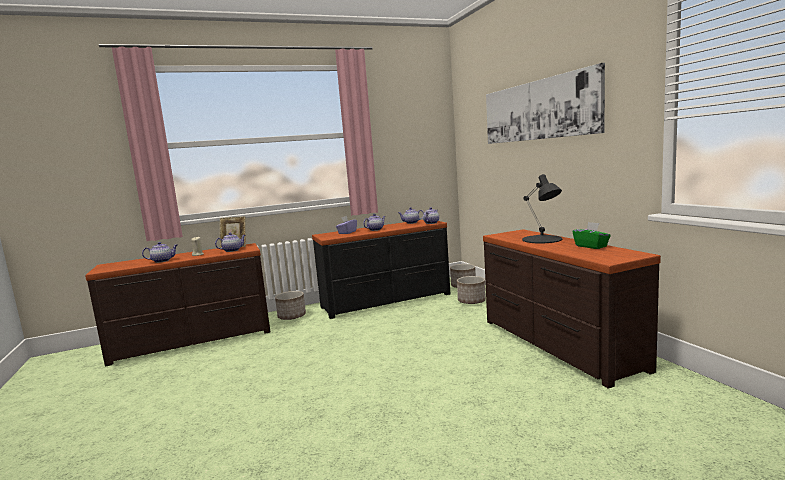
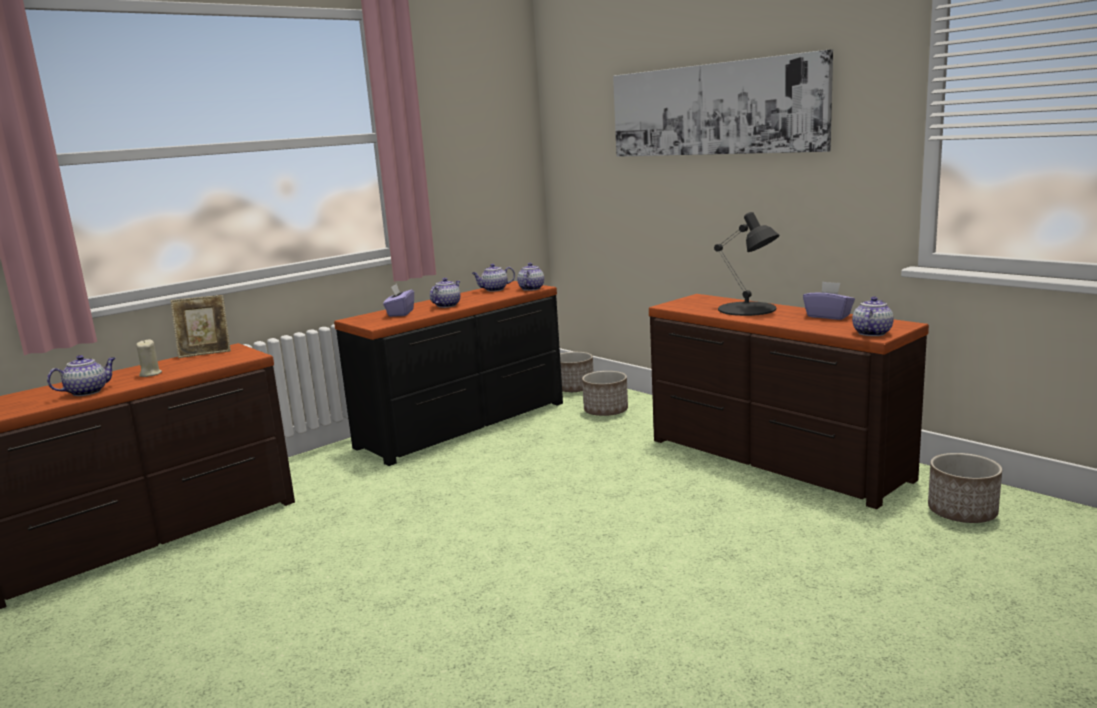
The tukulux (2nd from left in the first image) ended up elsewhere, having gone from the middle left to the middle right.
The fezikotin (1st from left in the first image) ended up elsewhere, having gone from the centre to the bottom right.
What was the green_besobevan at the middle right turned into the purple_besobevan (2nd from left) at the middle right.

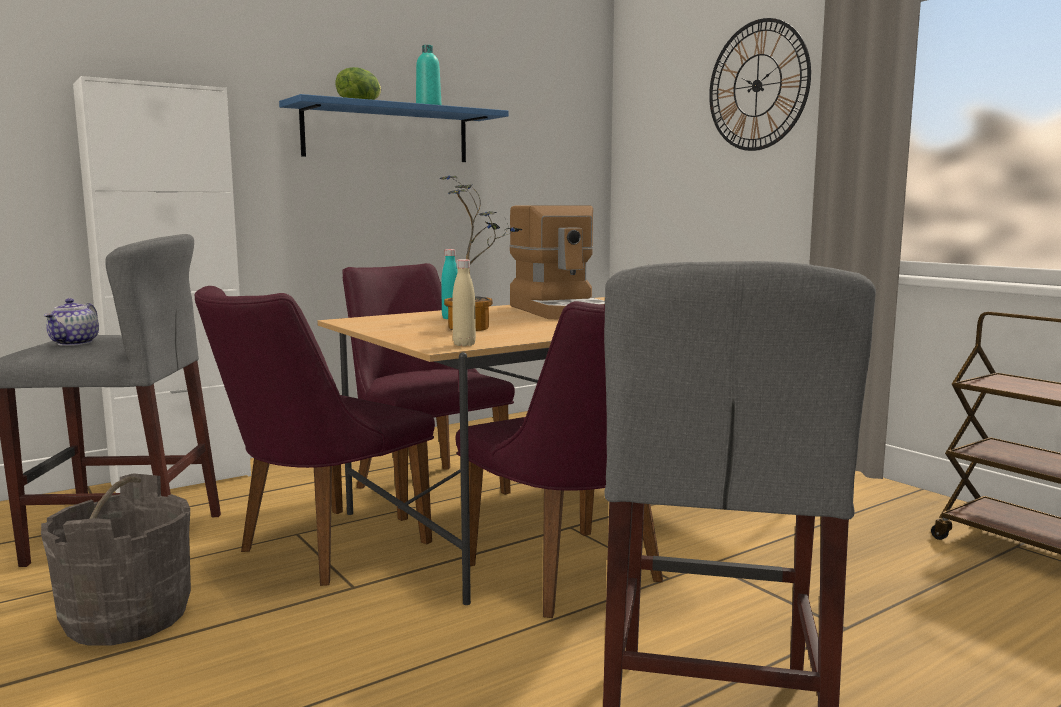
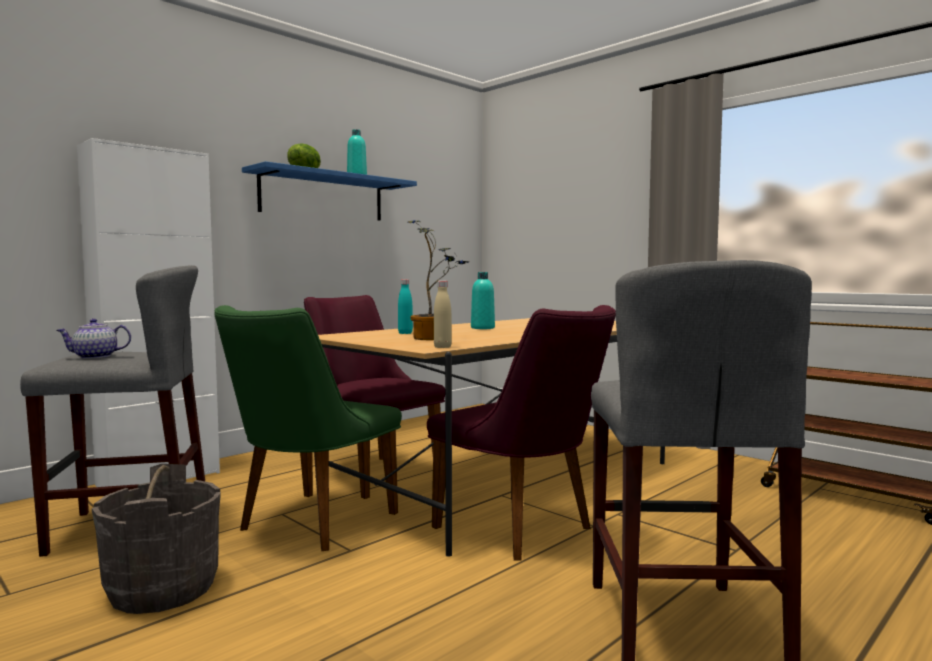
The second view lost the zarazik at the top right.
Where the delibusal stood at the centre, the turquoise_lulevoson (3rd from left) came to stand at the centre.
What was the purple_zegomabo (1st from left) at the middle left turned into the green_zegomabo at the middle left.
The tukulux at the middle left ended up facing another way, 75 degrees clockwise from before.

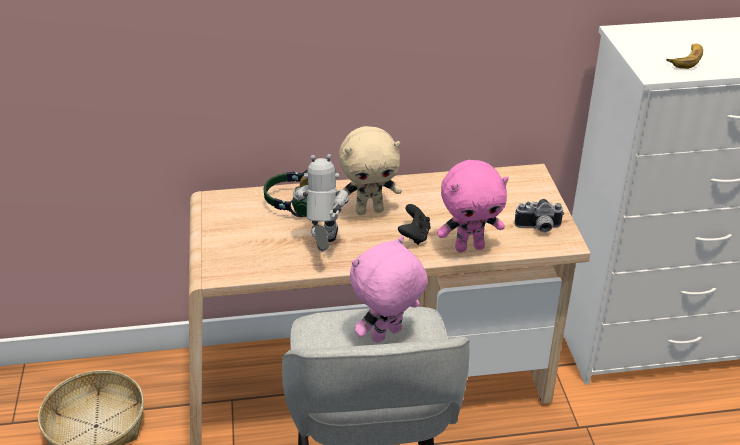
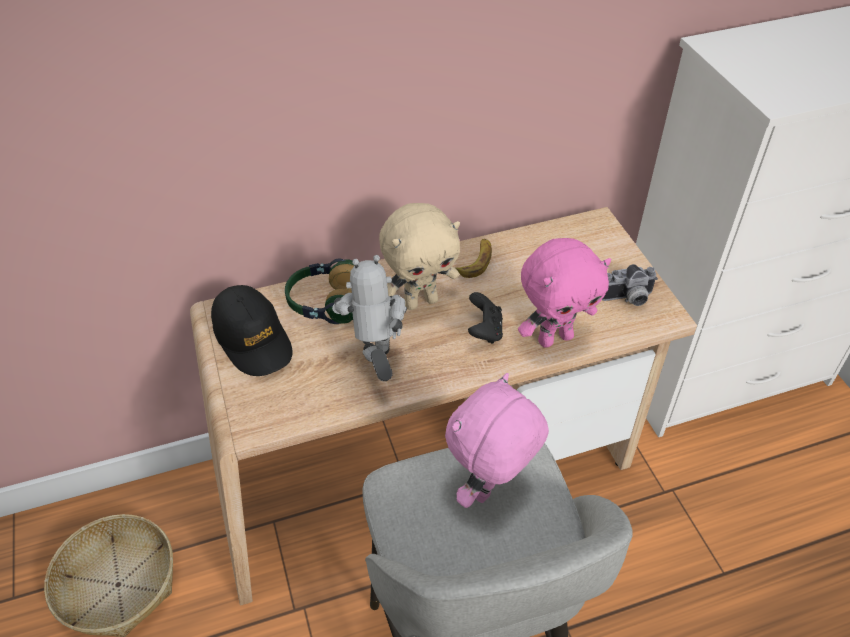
The second view gained the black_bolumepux at the middle left.
The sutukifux ended up elsewhere, having gone from the top right to the centre.

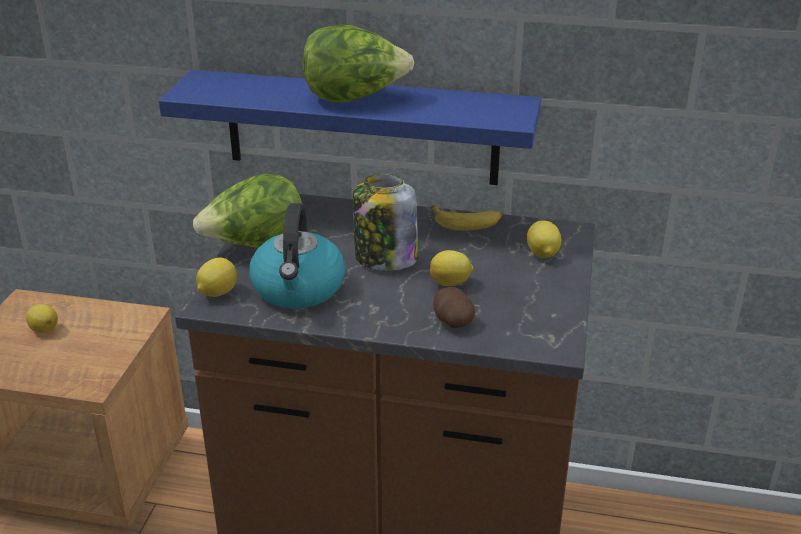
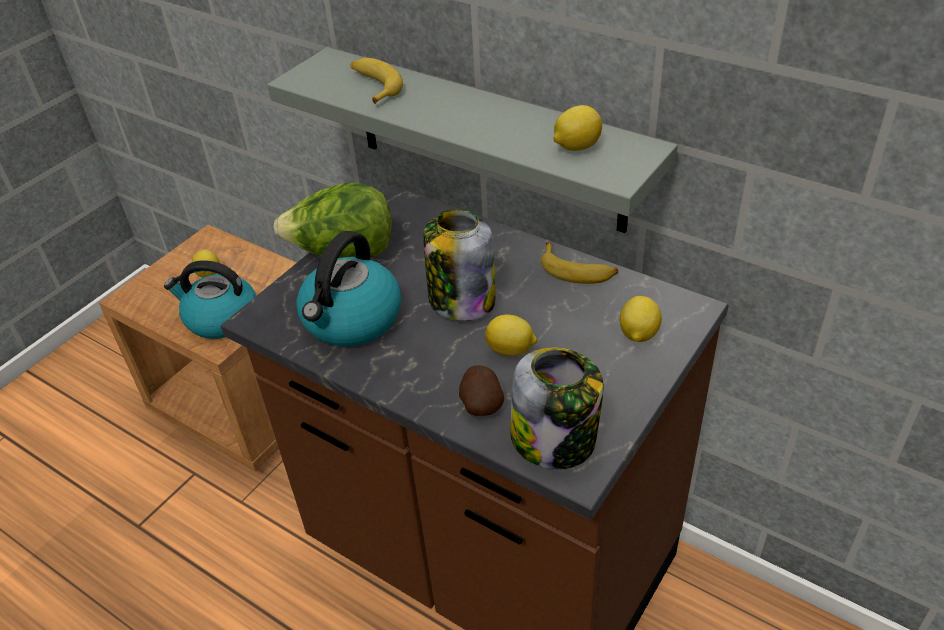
The second view lost the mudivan (2nd from left) at the top centre.
The second view gained the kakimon (1st from left) at the middle left.
The second view gained the sutukifux (1st from left) at the top centre.
The second view gained the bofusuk (2nd from left) at the centre.
The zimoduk (2nd from left in the first image) ended up elsewhere, having gone from the middle left to the top centre.
What was the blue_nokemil at the top centre turned into the grey_nokemil at the top centre.

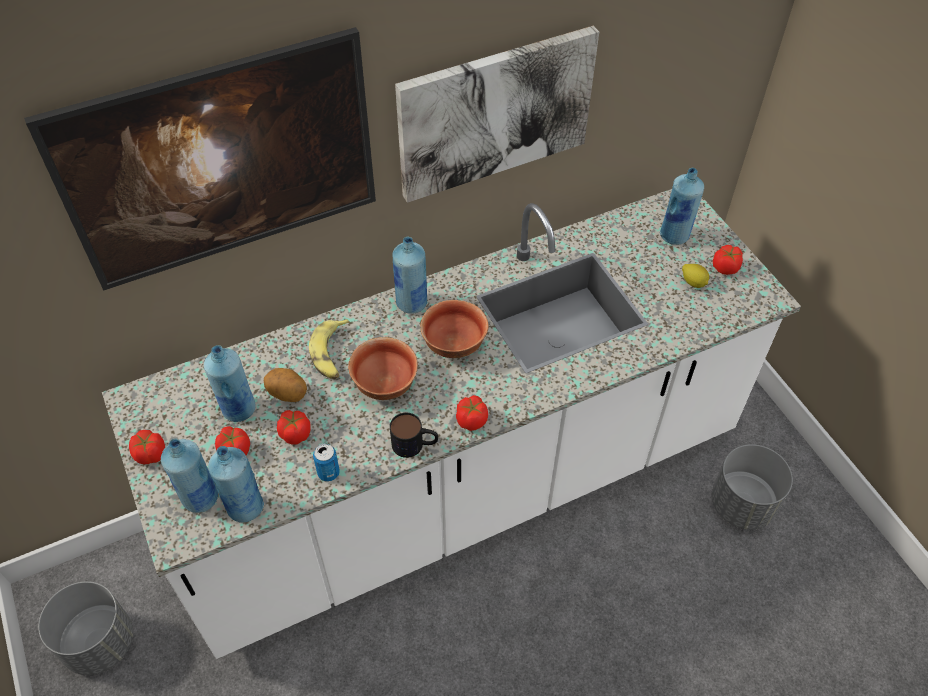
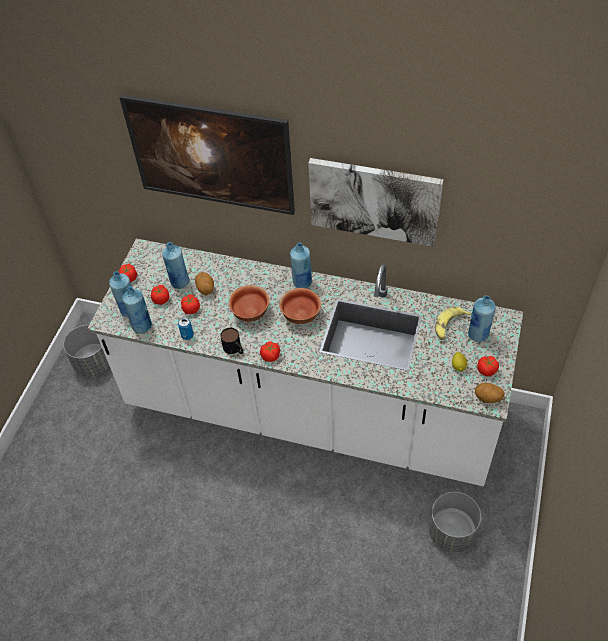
The second view gained the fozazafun (2nd from left) at the middle right.
The sutukifux ended up elsewhere, having gone from the centre to the middle right.

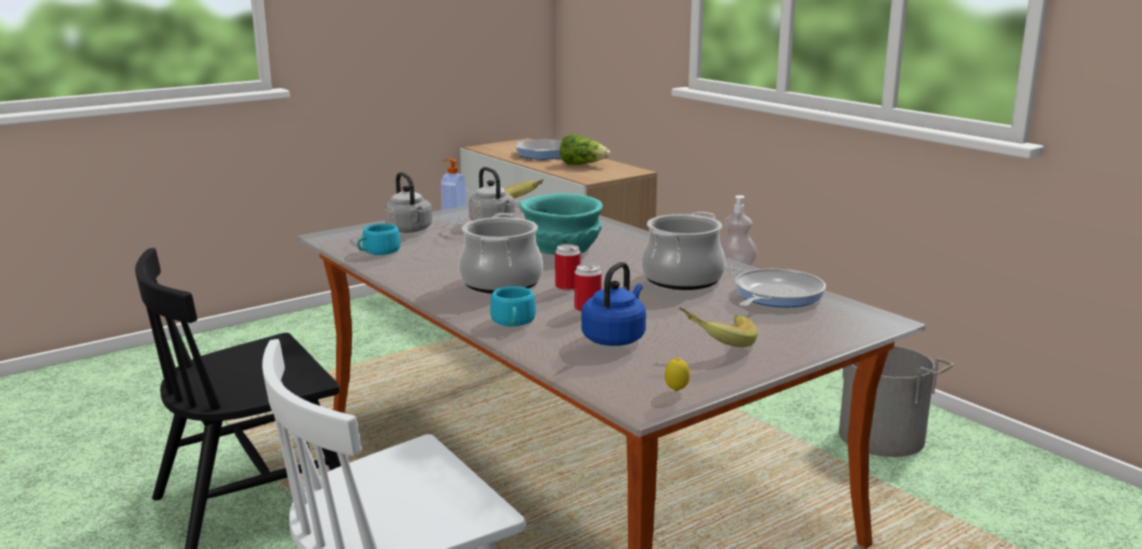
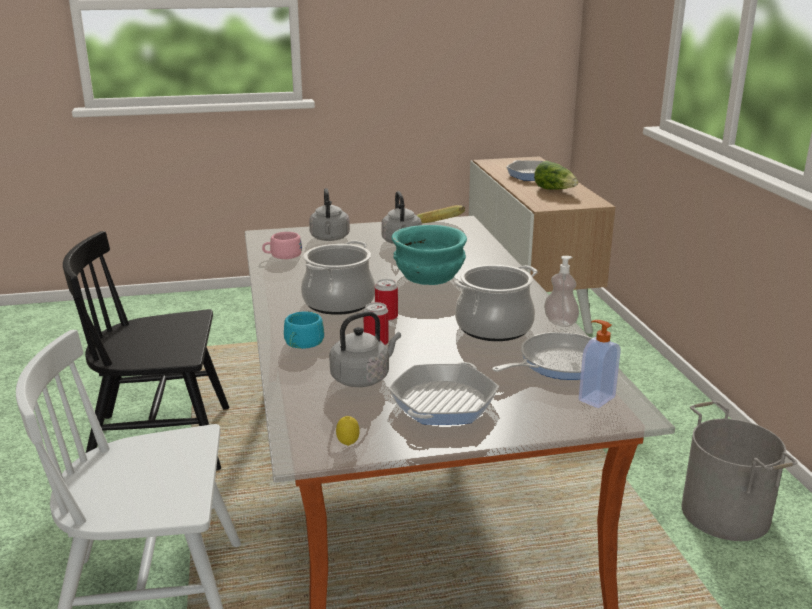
The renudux (1st from left in the first image) ended up elsewhere, having gone from the centre to the middle right.
Where the sutukifux (2nd from left) stood at the centre, the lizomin (1st from left) came to stand at the centre.
What was the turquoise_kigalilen (1st from left) at the middle left turned into the pink_kigalilen at the centre.
What was the blue_kakimon at the centre turned into the grey_kakimon (2nd from left) at the centre.

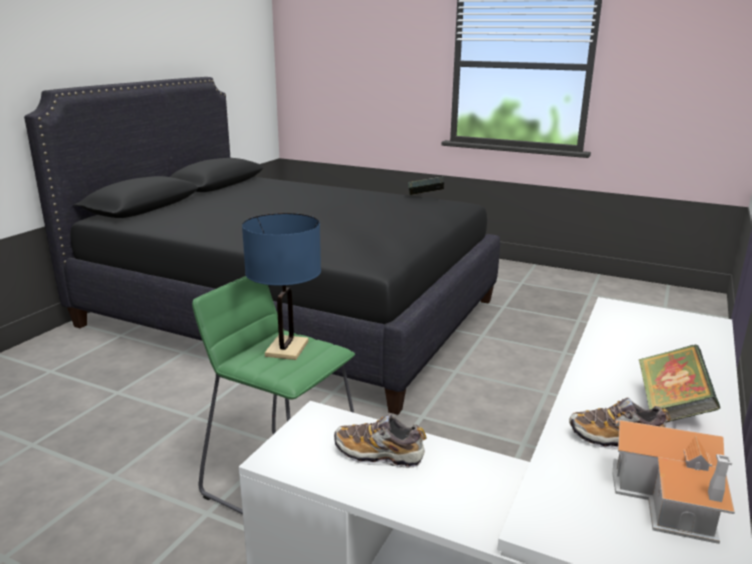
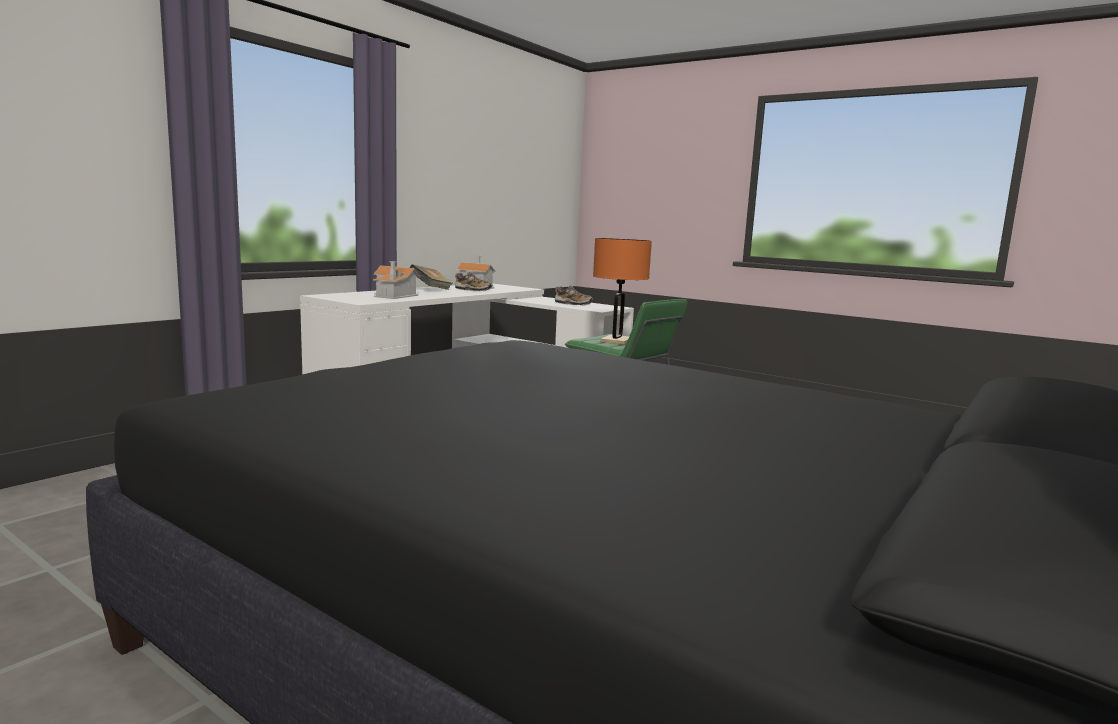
The second view lost the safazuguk (1st from left) at the top centre.
The second view gained the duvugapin (1st from left) at the centre.
What was the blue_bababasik at the centre turned into the orange_bababasik at the centre.

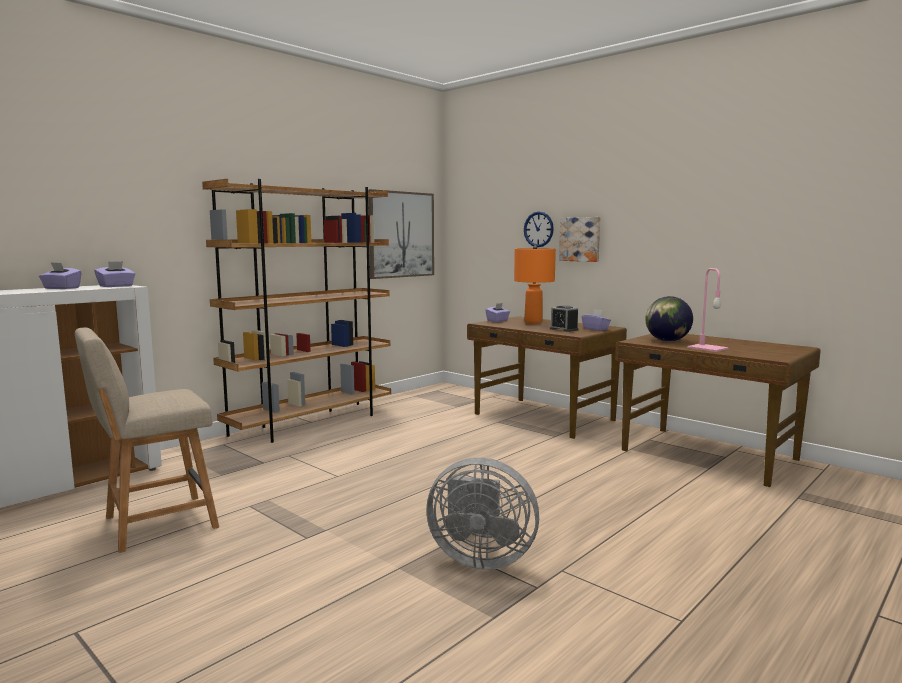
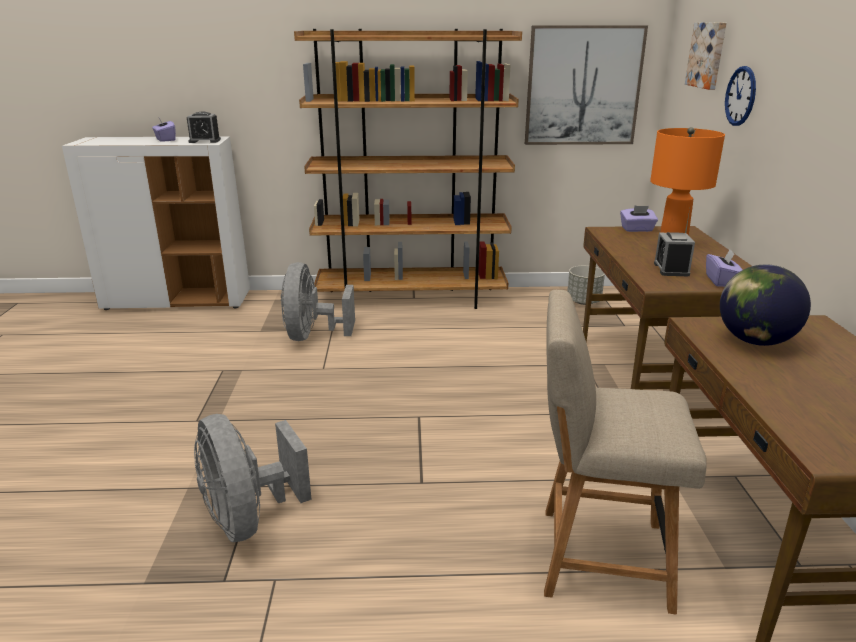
The second view lost the pink_bababasik at the middle right.
The second view gained the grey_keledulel (2nd from left) at the centre.
The second view gained the grey_fezikotin at the middle right.
The beige_zegomabo ended up elsewhere, having gone from the middle left to the bottom right.
The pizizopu (2nd from left) ended up elsewhere, having gone from the centre to the top right.
Where the purple_besobevan (2nd from left) stood at the middle left, the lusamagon (1st from left) came to stand at the top left.

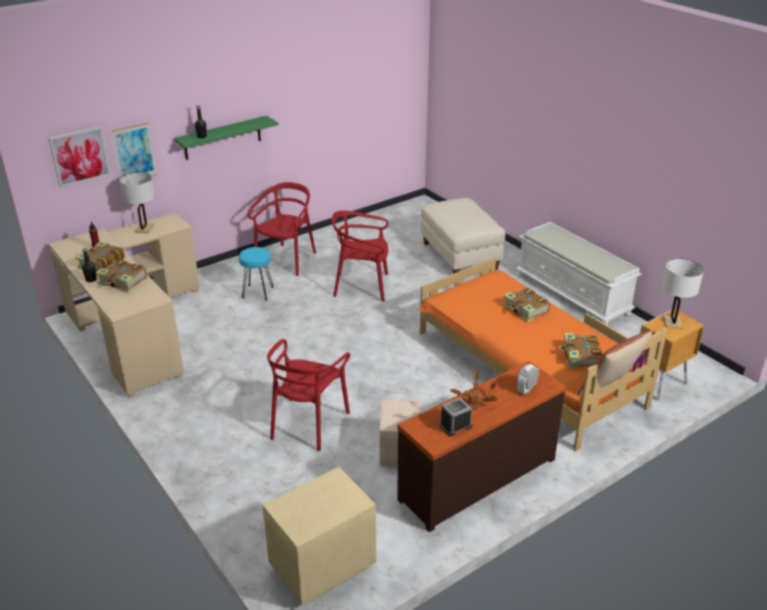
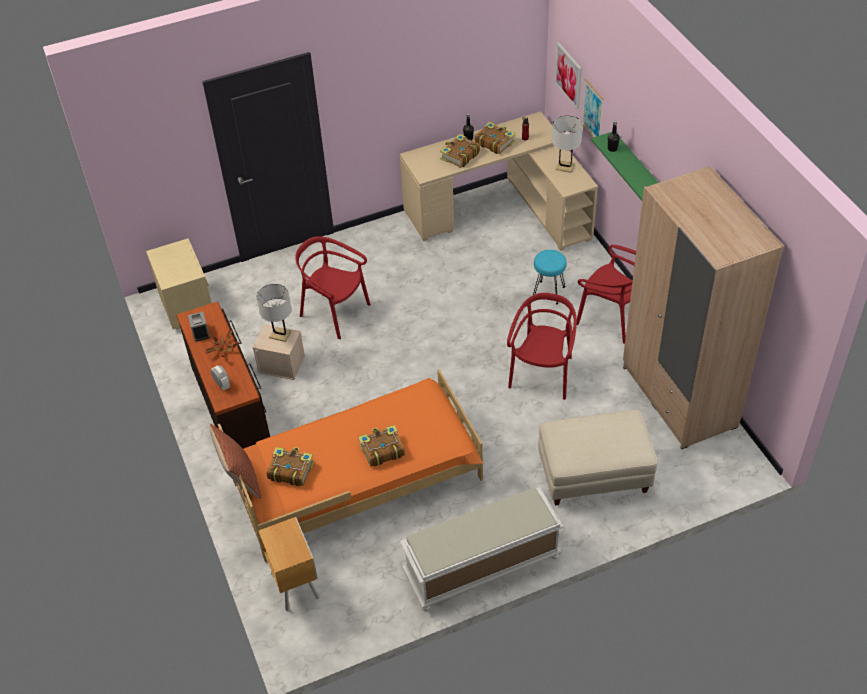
The second view gained the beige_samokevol at the middle right.
The white_bababasik (2nd from left in the first image) ended up elsewhere, having gone from the middle right to the middle left.

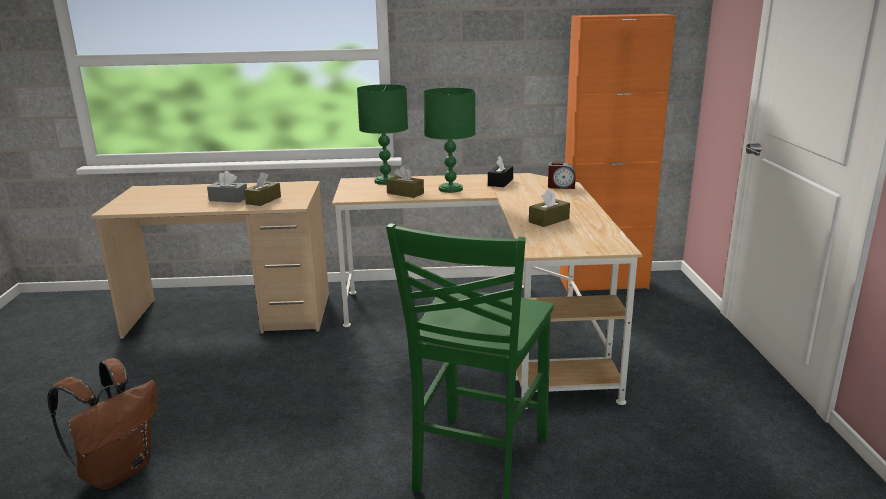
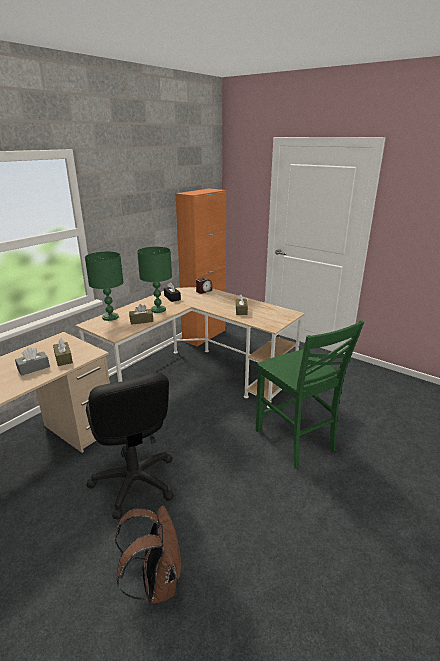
The second view gained the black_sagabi at the bottom left.

